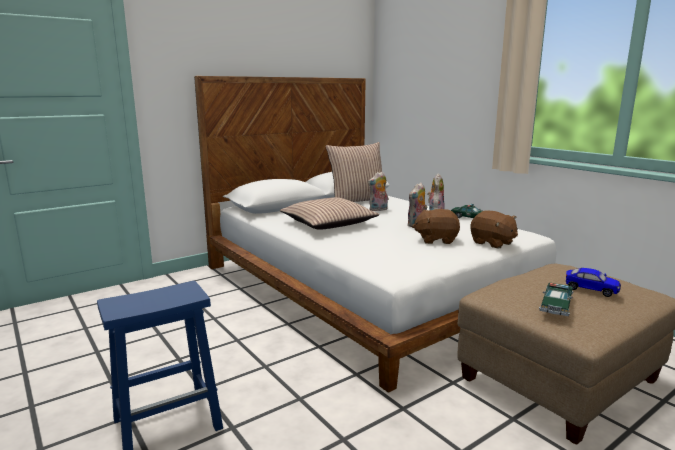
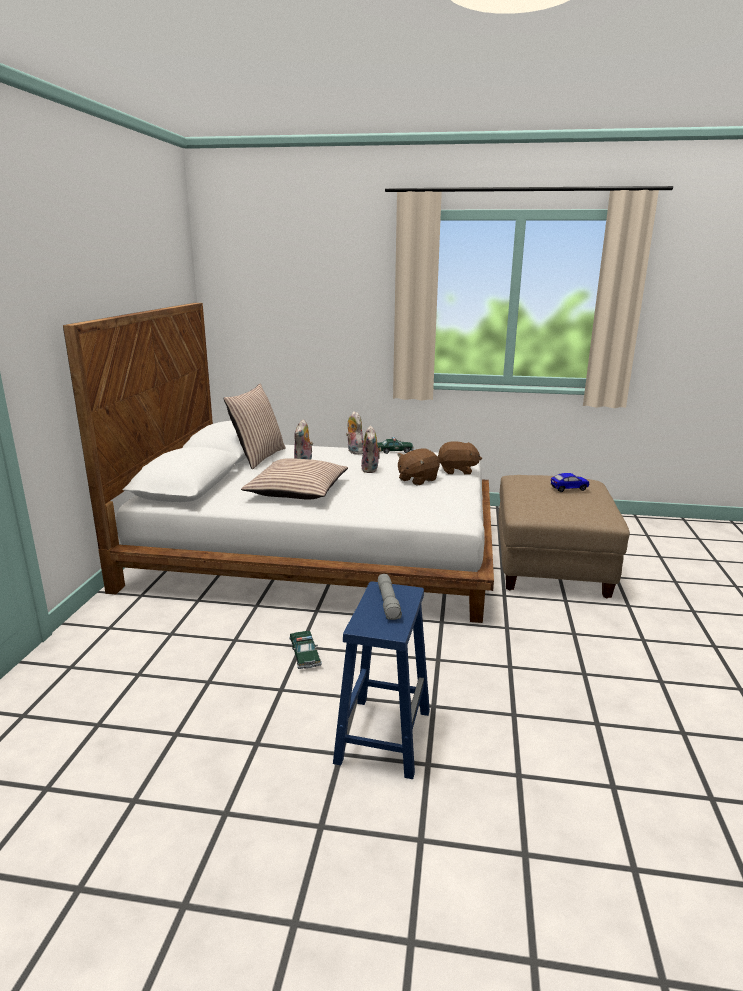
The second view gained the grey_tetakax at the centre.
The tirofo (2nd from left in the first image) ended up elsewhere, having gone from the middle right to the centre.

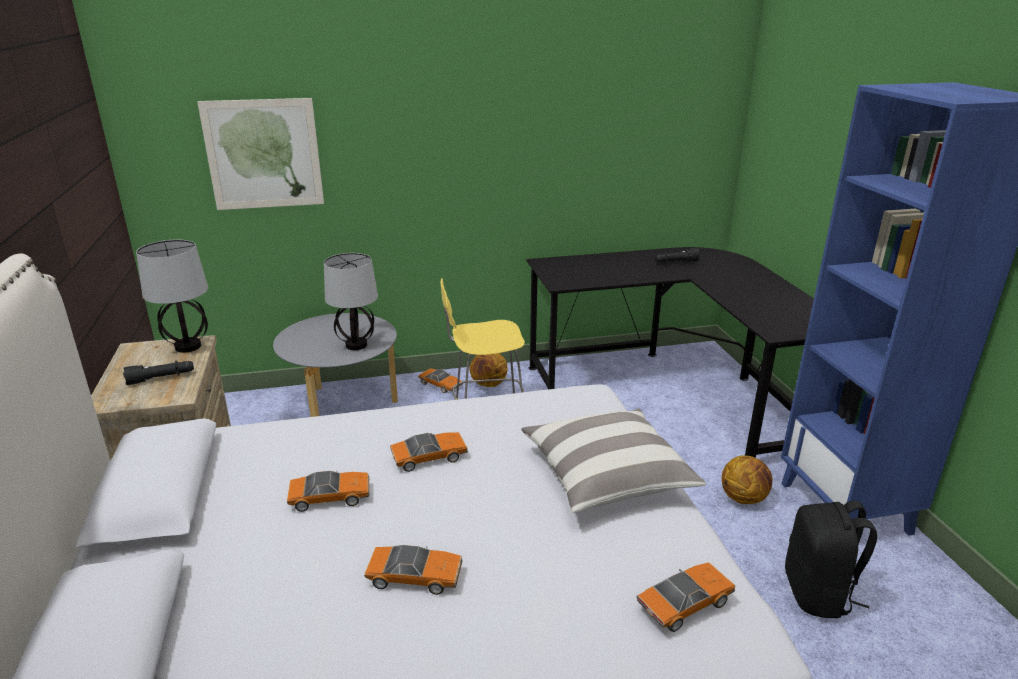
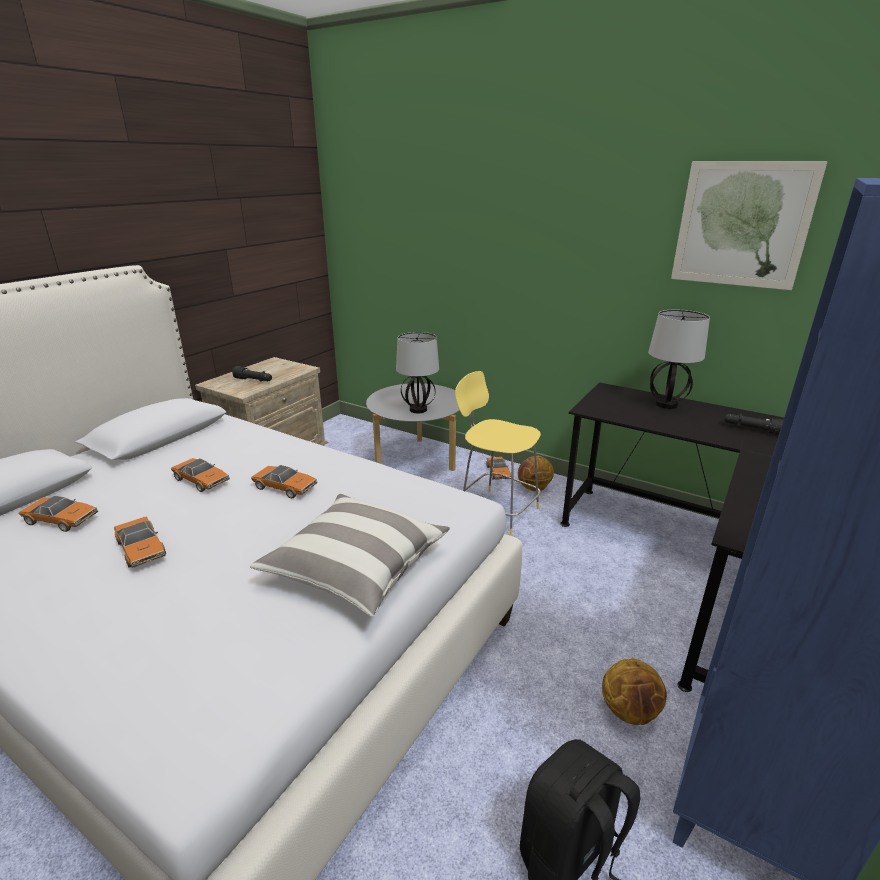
The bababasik (1st from left in the first image) ended up elsewhere, having gone from the middle left to the middle right.
The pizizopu ended up elsewhere, having gone from the top left to the top right.
The tirofo (5th from left in the first image) ended up elsewhere, having gone from the bottom right to the middle left.

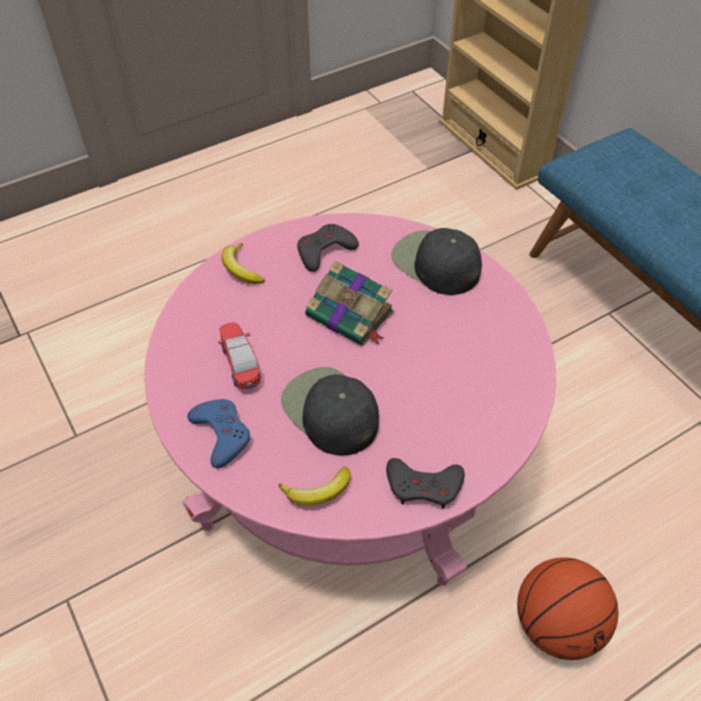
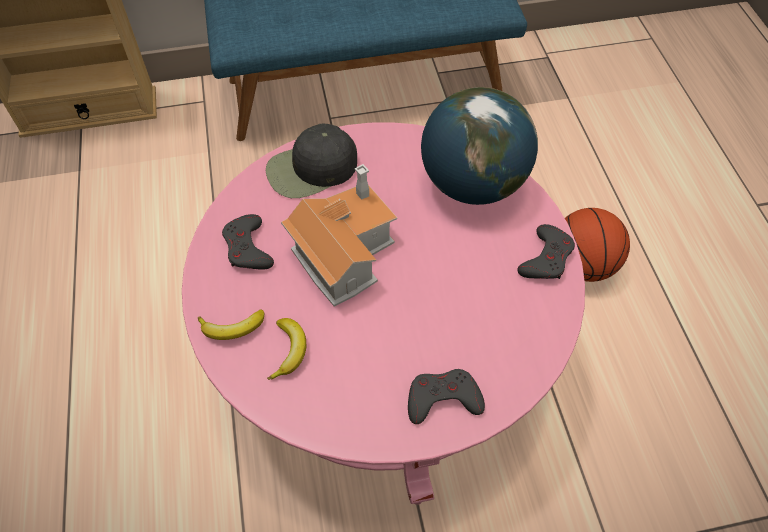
The second view lost the tirofo at the centre.
The second view lost the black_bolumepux (1st from left) at the centre.
The second view gained the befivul at the top centre.
The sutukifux (2nd from left) ended up elsewhere, having gone from the bottom centre to the centre.
Where the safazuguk stood at the centre, the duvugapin came to stand at the centre.
What was the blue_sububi at the middle left turned into the grey_sububi (2nd from left) at the bottom centre.

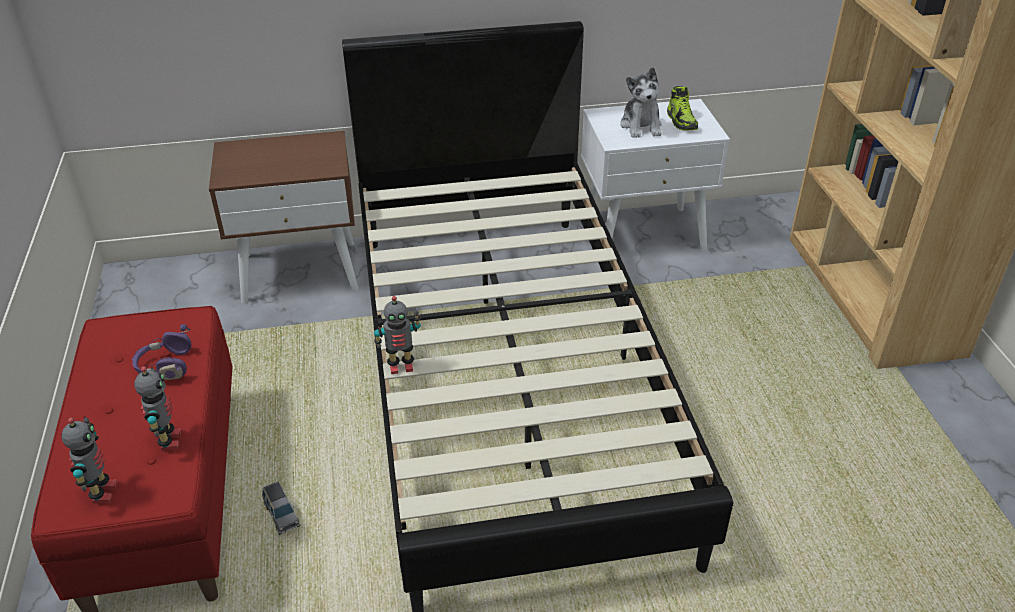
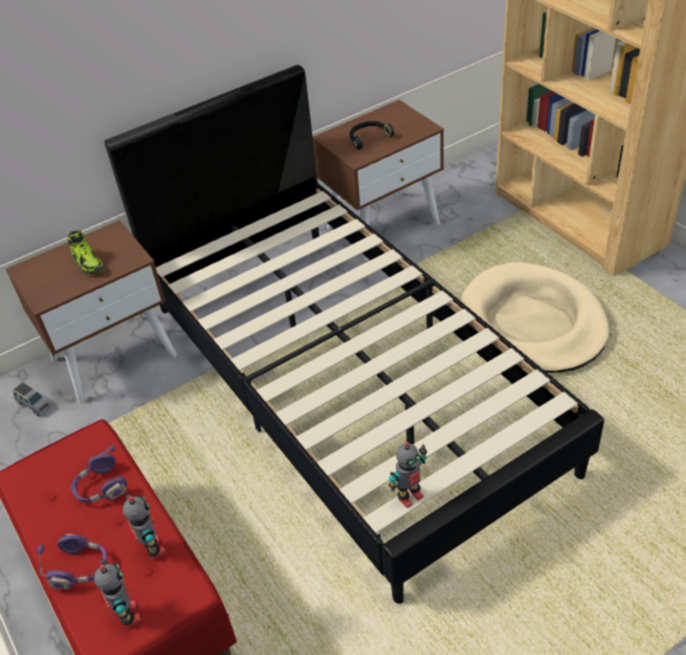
The second view gained the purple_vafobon (1st from left) at the bottom left.
The second view gained the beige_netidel at the middle right.
The grey_tirofo ended up elsewhere, having gone from the bottom left to the middle left.
The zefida (3rd from left) ended up elsewhere, having gone from the centre to the bottom centre.
The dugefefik ended up elsewhere, having gone from the top right to the middle left.
Where the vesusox stood at the top centre, the black_vafobon came to stand at the top centre.
What was the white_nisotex at the top centre turned into the brown_nisotex (2nd from left) at the top centre.

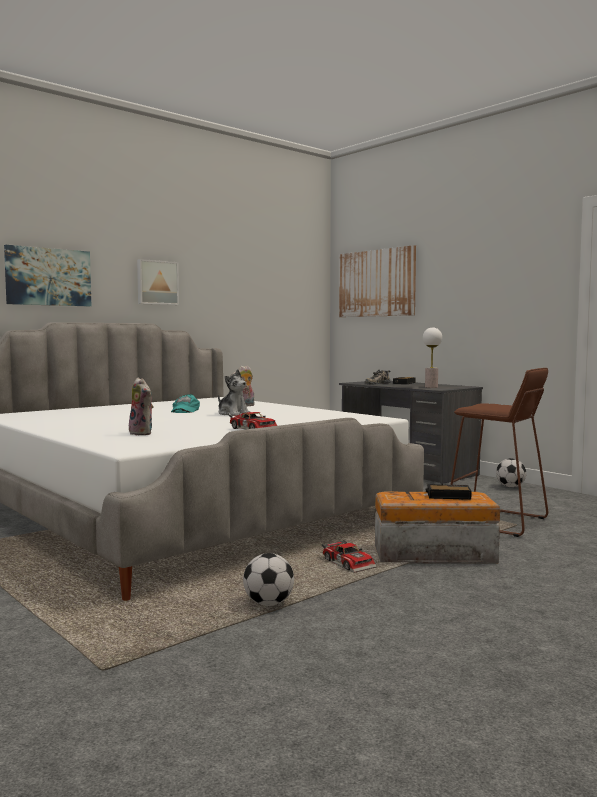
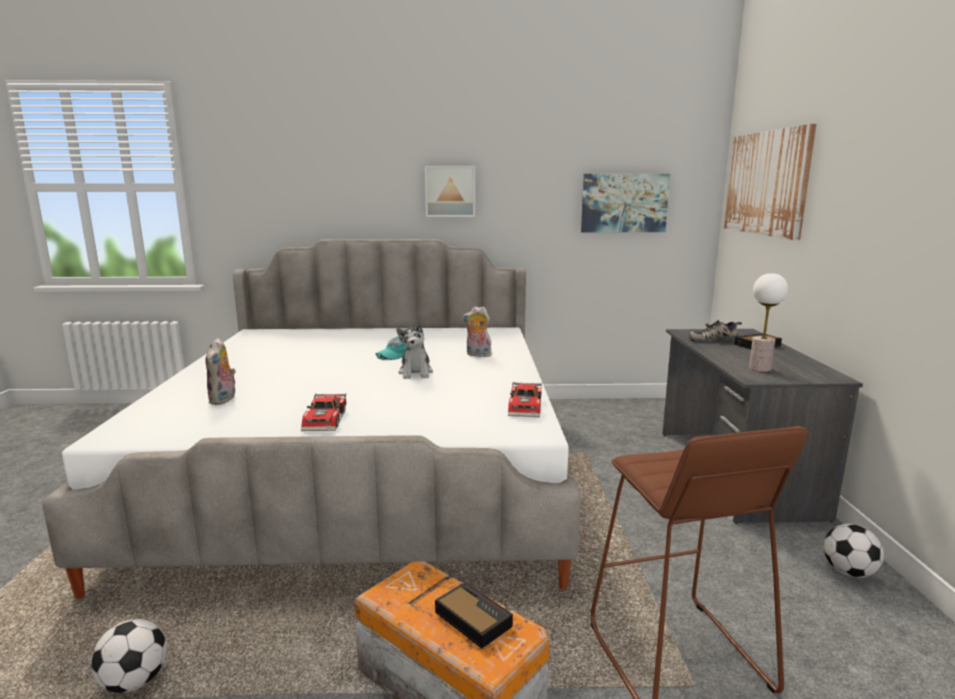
The pizizopu (1st from left in the first image) ended up elsewhere, having gone from the middle left to the top centre.
The tirofo (2nd from left) ended up elsewhere, having gone from the bottom centre to the centre.

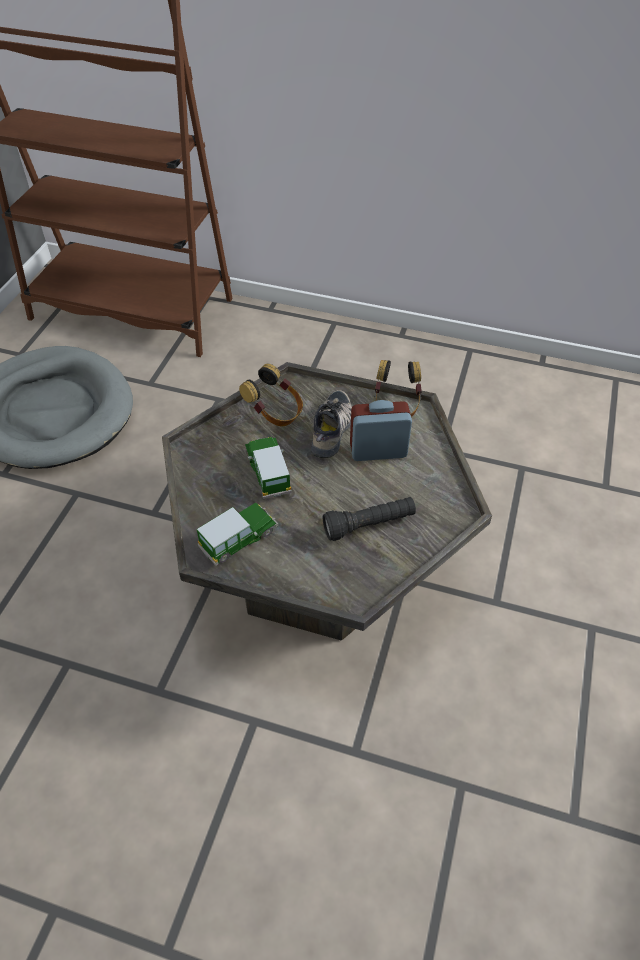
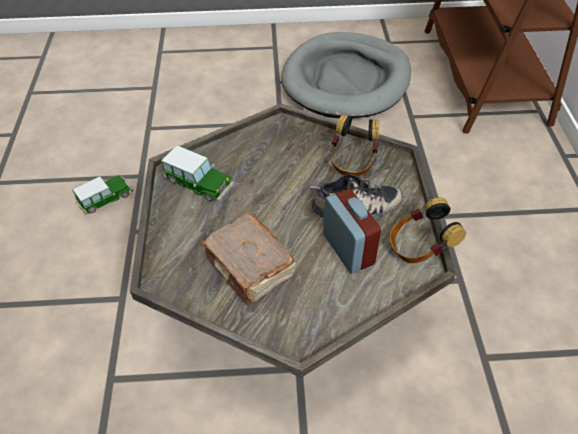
The tirofo (2nd from left in the first image) ended up elsewhere, having gone from the centre to the middle left.
Where the black_tetakax stood at the centre, the brown_safazuguk came to stand at the centre.

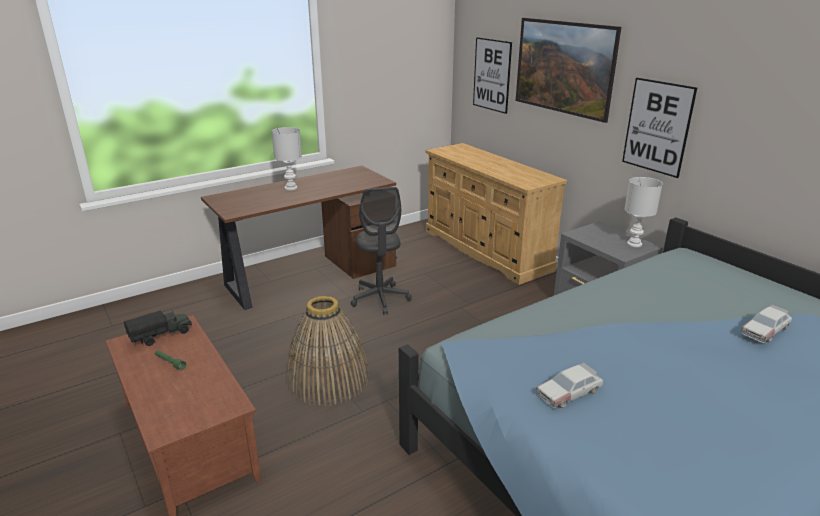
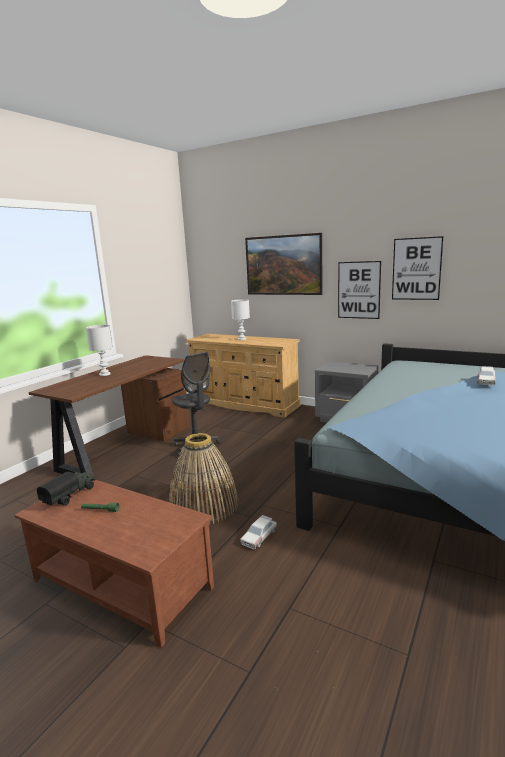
The pizizopu (1st from left in the first image) ended up elsewhere, having gone from the top centre to the middle right.
The tirofo (1st from left) ended up elsewhere, having gone from the bottom right to the bottom centre.
The white_bababasik (2nd from left) ended up elsewhere, having gone from the middle right to the centre.

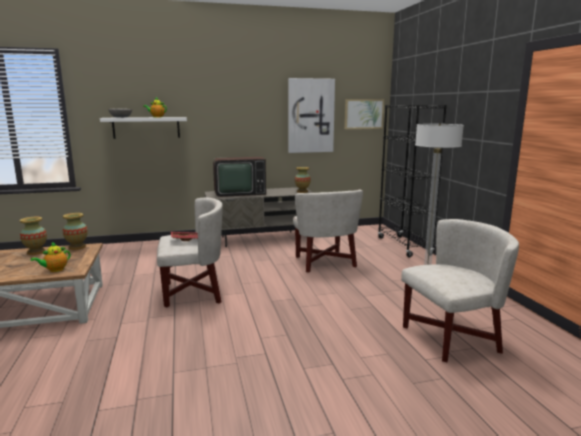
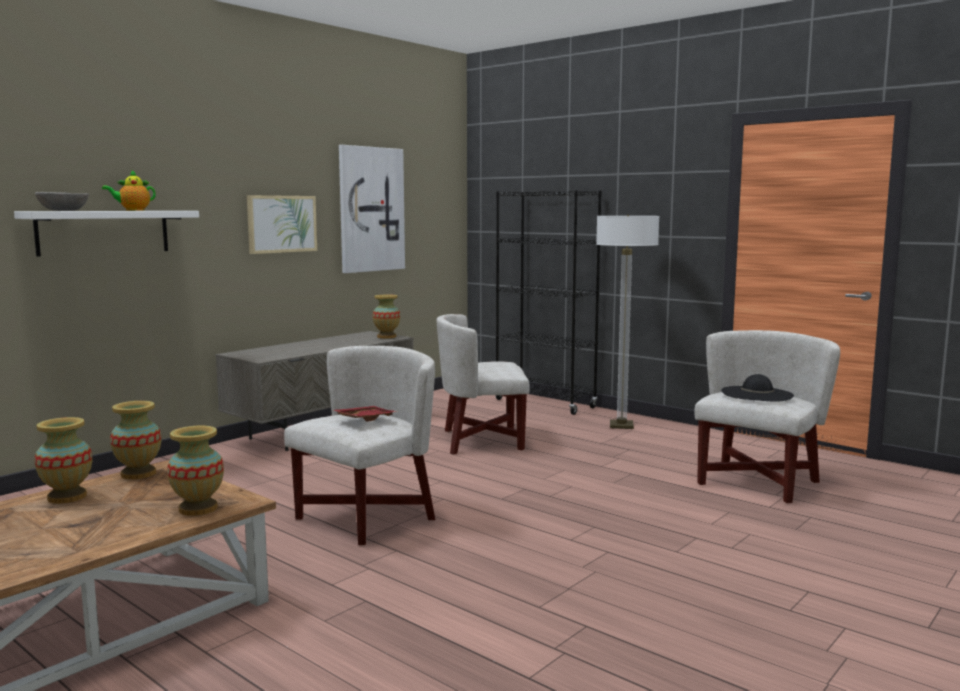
The second view lost the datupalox at the centre.
The second view gained the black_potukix at the middle right.
The pizizopu (2nd from left in the first image) ended up elsewhere, having gone from the top centre to the top left.
Where the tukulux (1st from left) stood at the middle left, the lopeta (3rd from left) came to stand at the bottom left.
The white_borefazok (2nd from left) at the centre ended up facing another way, 135 degrees clockwise from before.

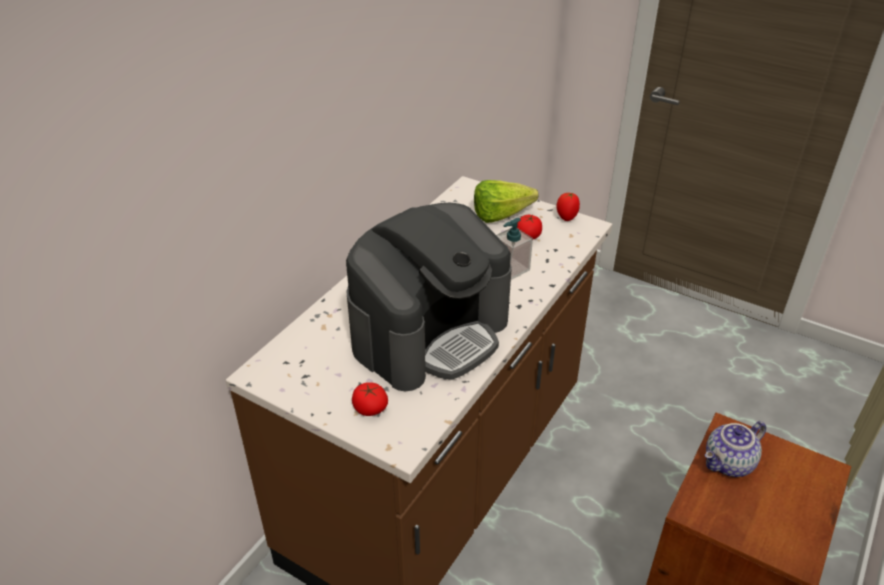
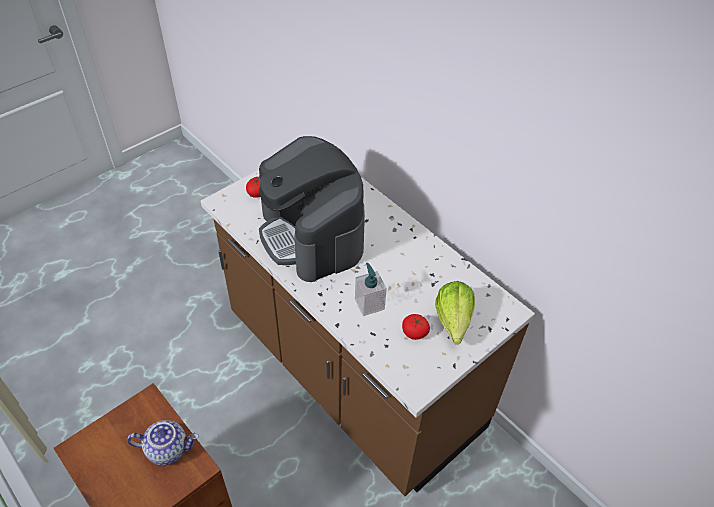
The second view lost the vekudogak (3rd from left) at the centre.
The tukulux at the bottom right ended up facing another way, 105 degrees clockwise from before.

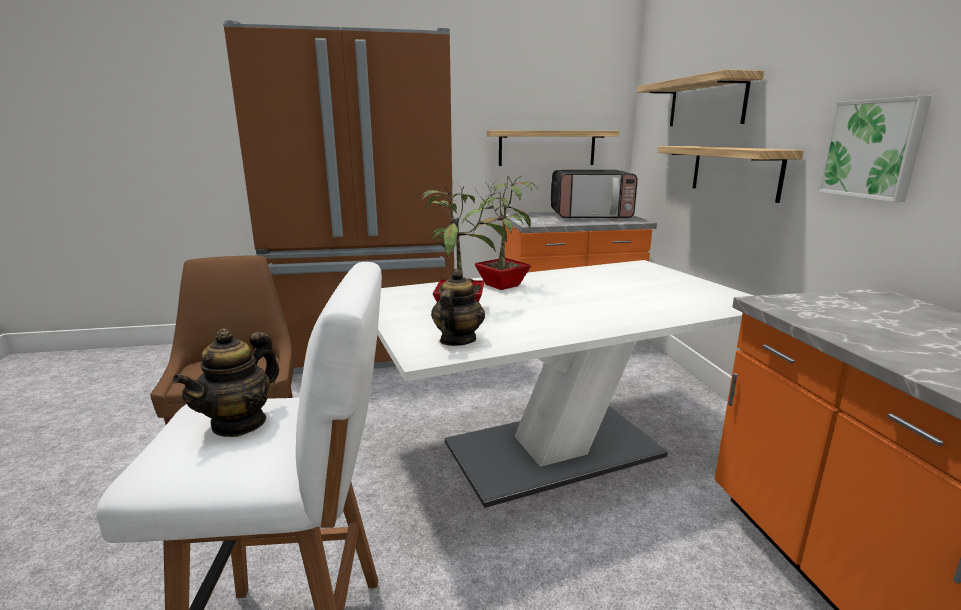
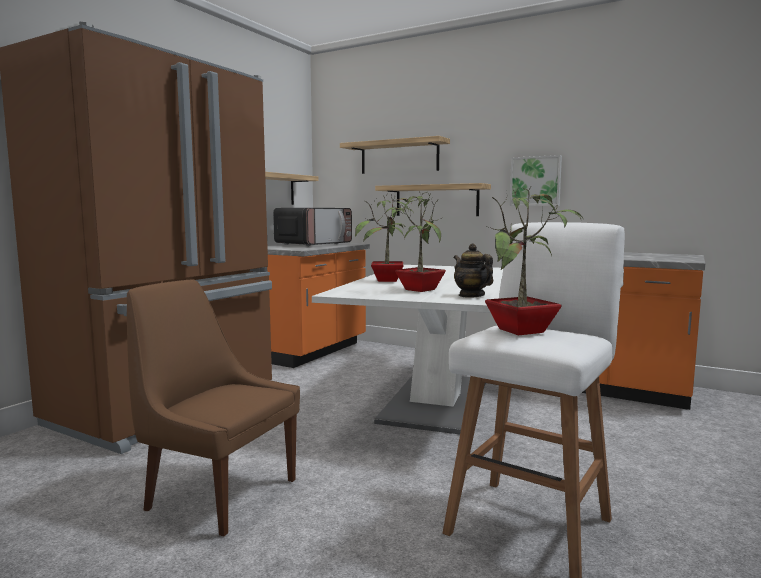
Where the tukulux (1st from left) stood at the middle left, the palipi (3rd from left) came to stand at the middle right.

